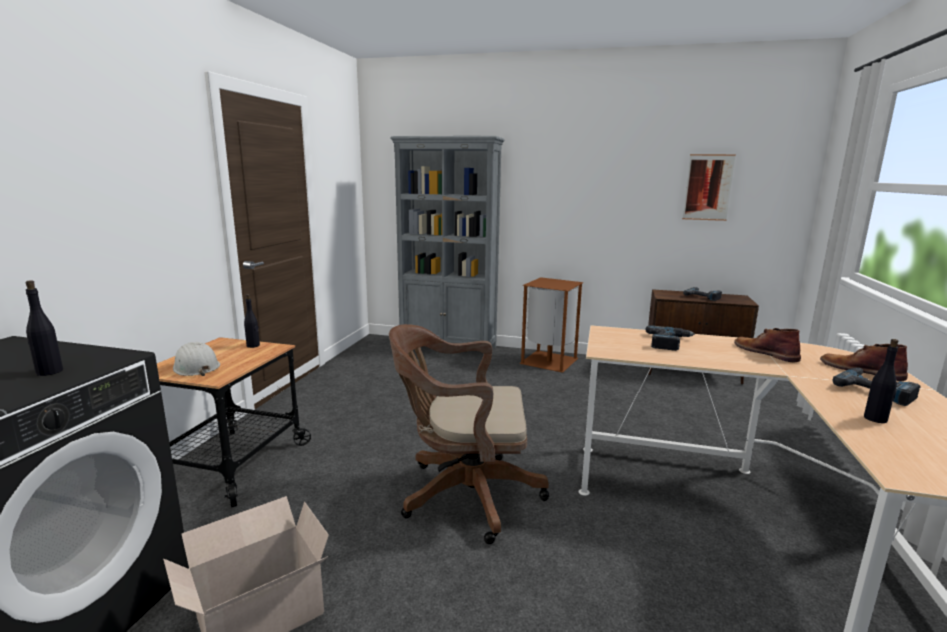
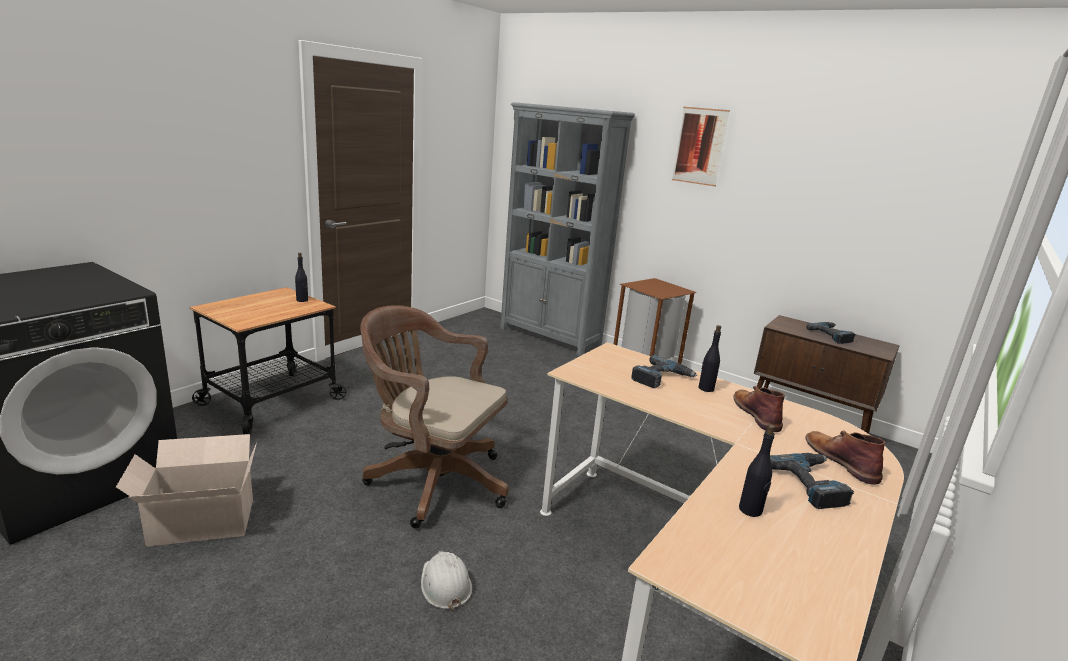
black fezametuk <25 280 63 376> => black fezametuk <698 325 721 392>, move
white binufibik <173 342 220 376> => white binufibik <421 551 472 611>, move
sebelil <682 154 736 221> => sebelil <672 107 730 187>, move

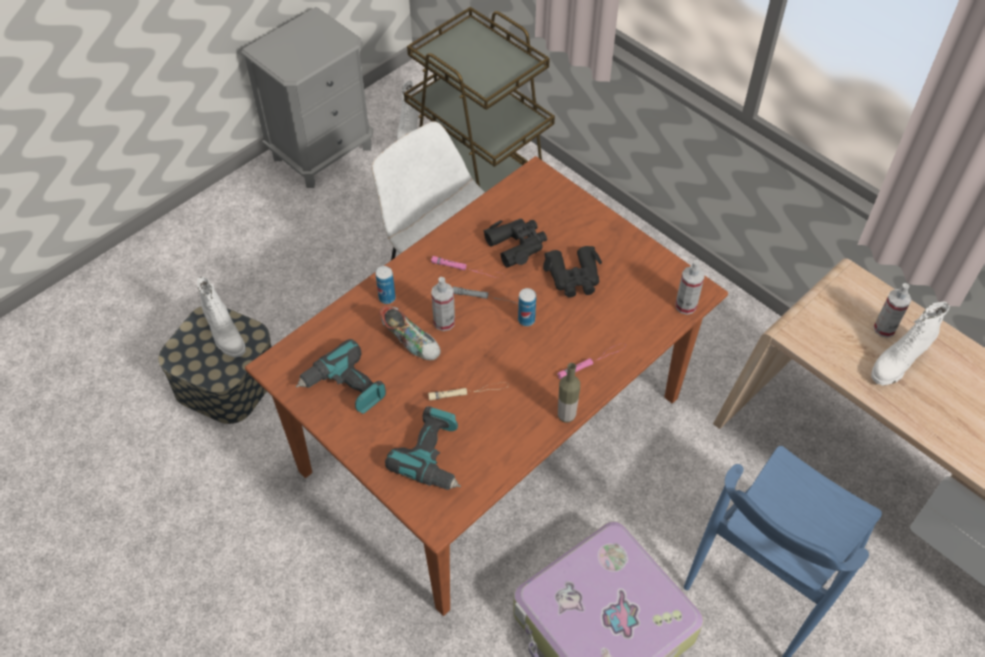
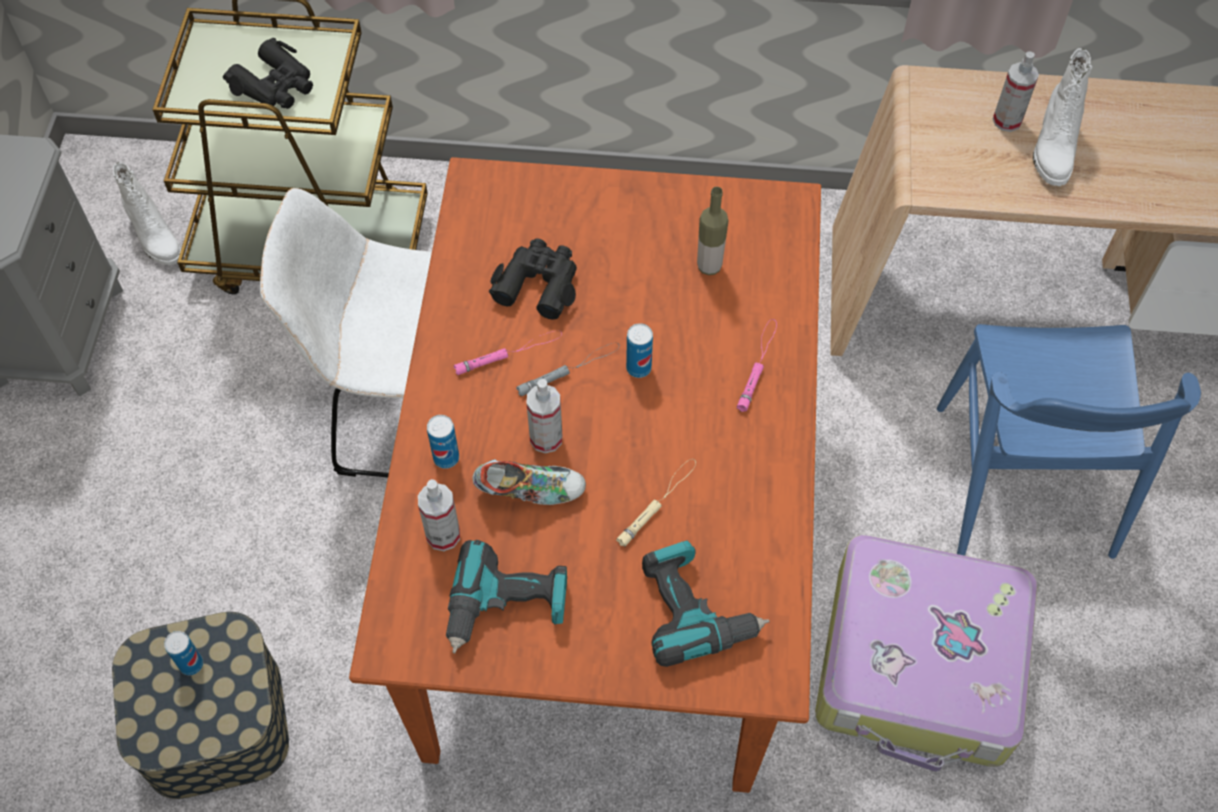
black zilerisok <543 246 602 297> => black zilerisok <223 38 313 109>, move
fezametuk <558 363 580 423> => fezametuk <697 187 728 275>, move
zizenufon <675 260 704 315> => zizenufon <418 479 460 551>, move
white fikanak <197 277 246 358> => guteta <164 631 203 675>

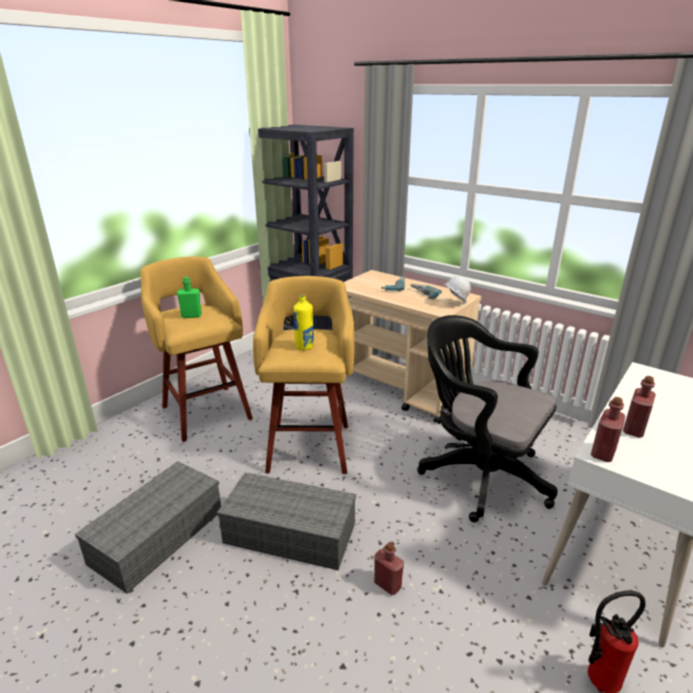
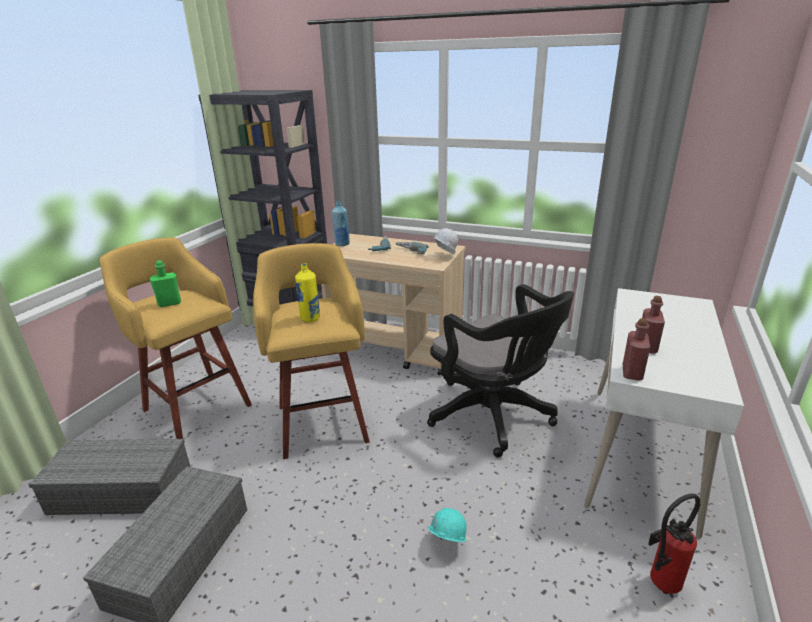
nothing => blue fezametuk <332 201 350 246>
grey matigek <217 473 356 570> => grey matigek <29 439 191 515>, move
red fezametuk <374 542 404 595> => turquoise binufibik <428 508 467 542>
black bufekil <417 315 558 522> => black bufekil <427 284 574 458>, 150 degrees counterclockwise

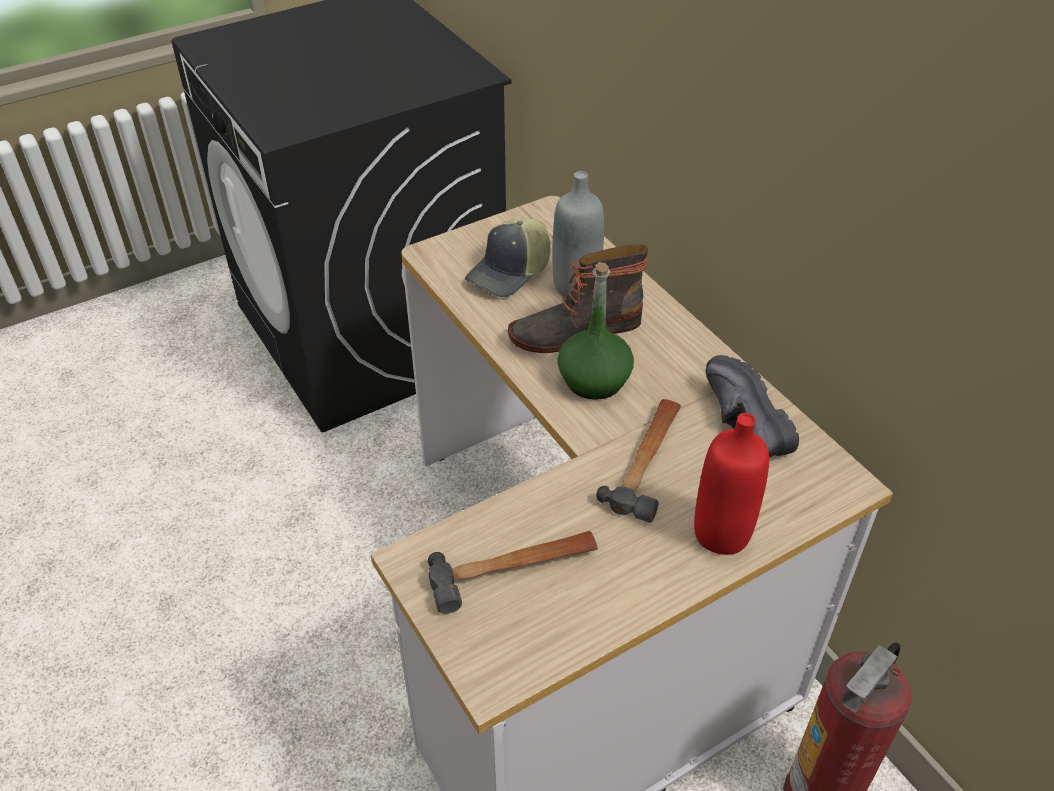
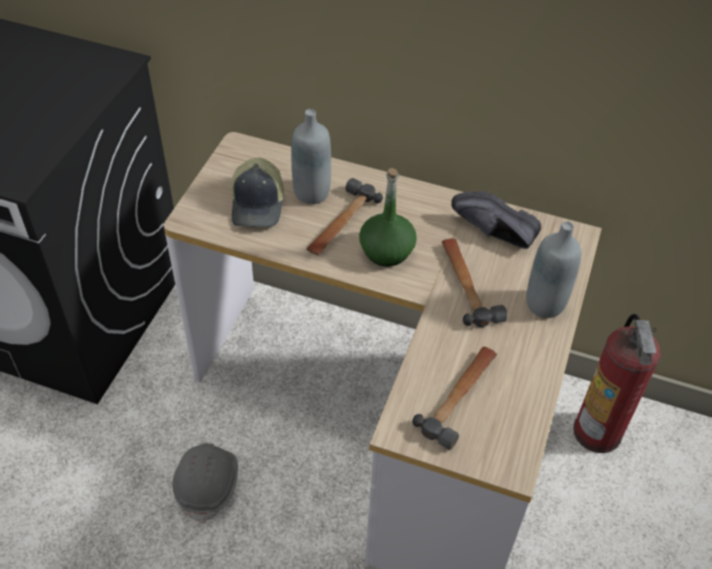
nothing => grey binufibik <172 443 238 523>
fikanak <508 244 649 353> => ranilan <307 178 383 255>
red fezametuk <694 413 769 555> => grey fezametuk <526 222 582 318>

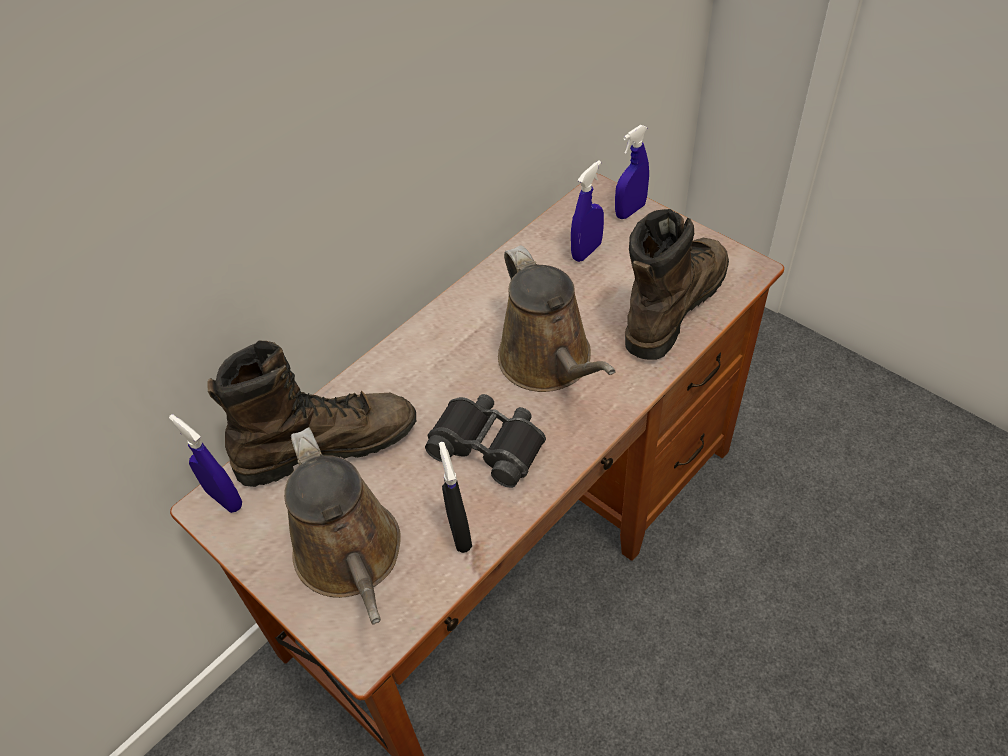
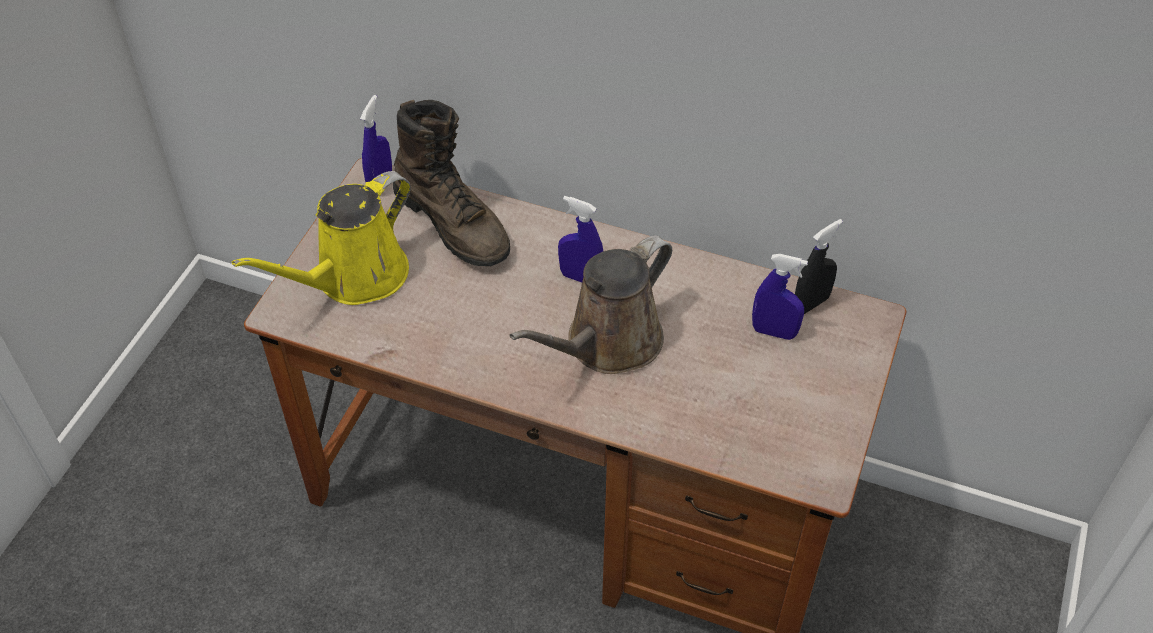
black zilerisok <425 394 546 488> => nothing
brown fikanak <625 209 729 360> => nothing
black zizenufon <439 442 472 553> => black zizenufon <795 219 843 314>, move
blue zizenufon <615 125 649 219> => blue zizenufon <558 196 603 283>, move
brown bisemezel <284 427 401 624> => yellow bisemezel <232 171 411 305>

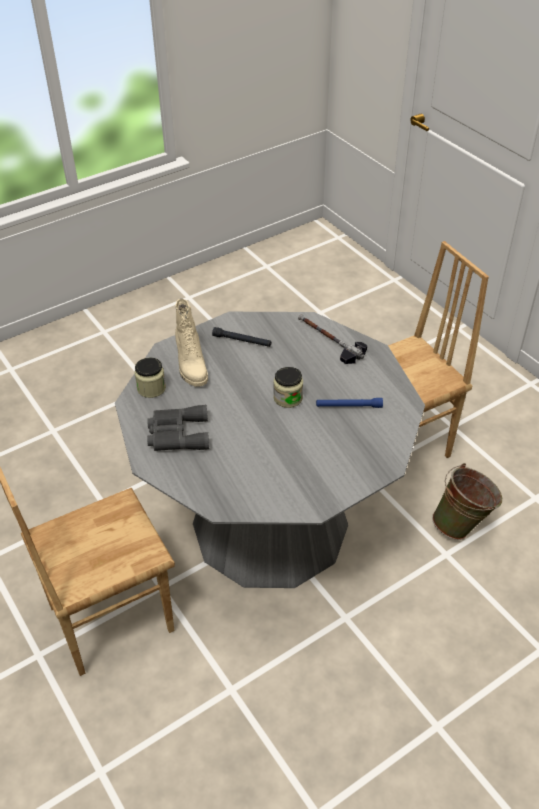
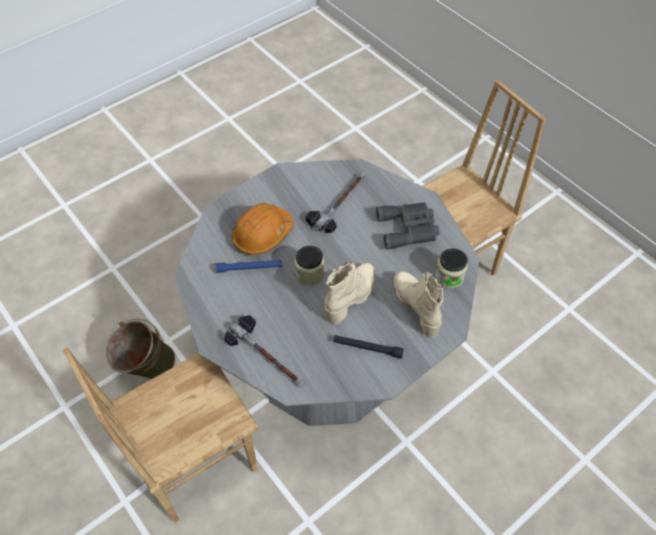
nothing => orange binufibik <231 203 294 255>
nothing => ranilan <305 172 365 233>
nothing => beige fikanak <325 261 376 325>

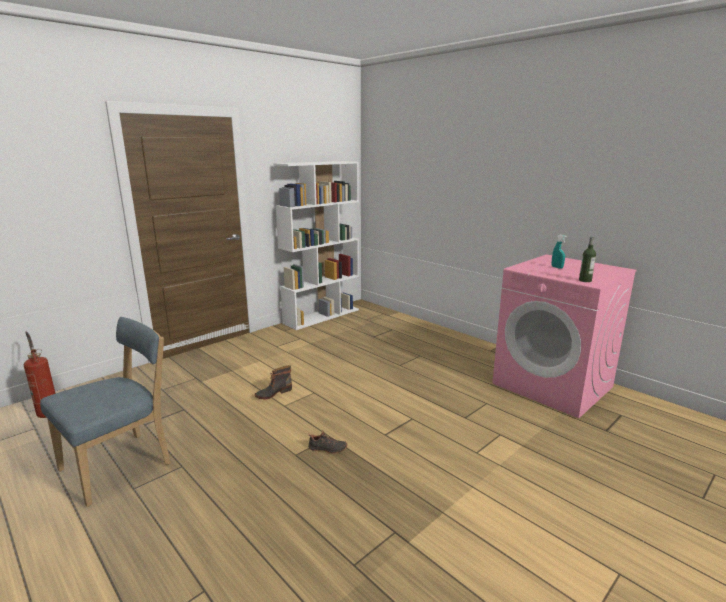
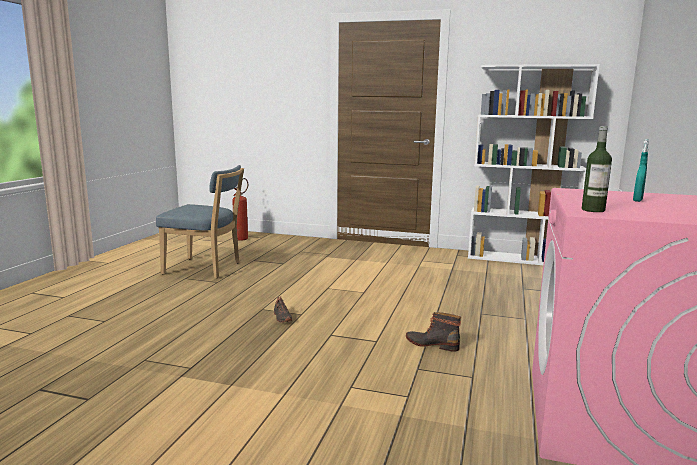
fikanak <255 365 292 399> => fikanak <406 312 461 352>, move

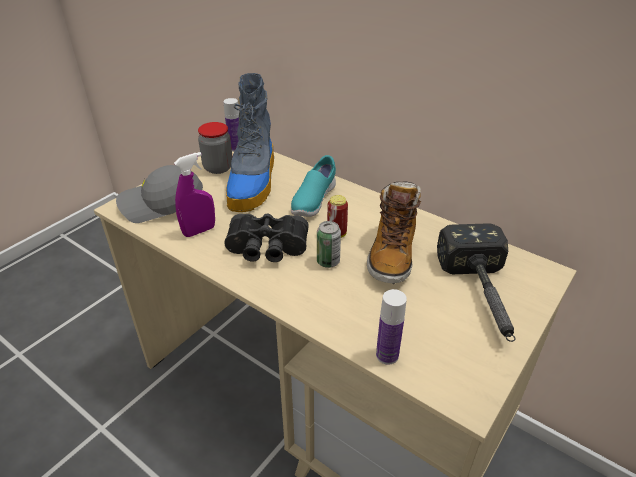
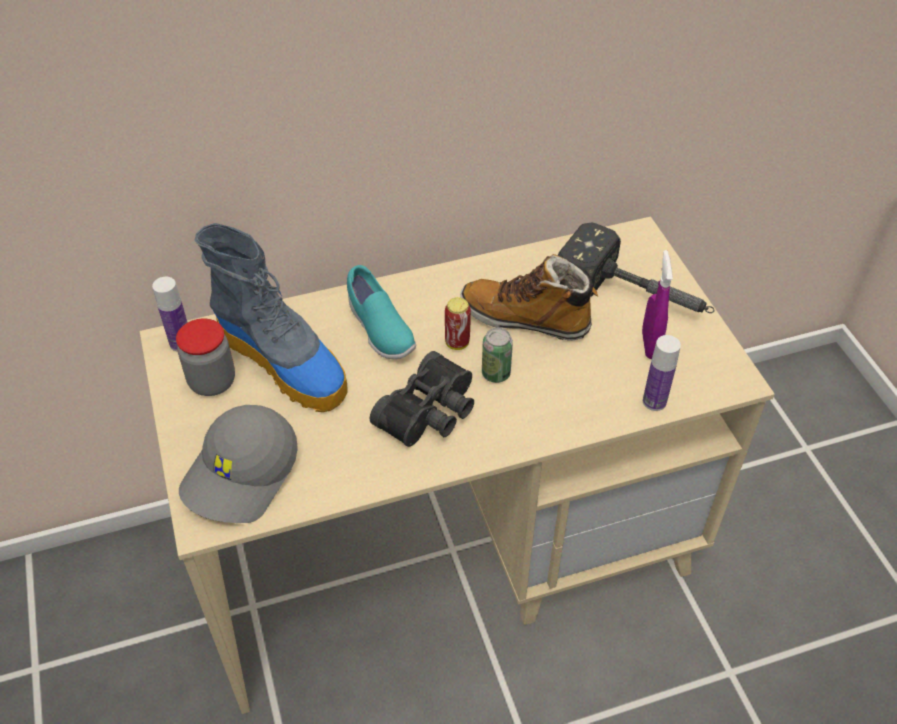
purple zizenufon <174 152 215 237> => purple zizenufon <642 250 673 359>, move
fikanak <367 181 421 284> => fikanak <460 254 598 340>, 150 degrees clockwise

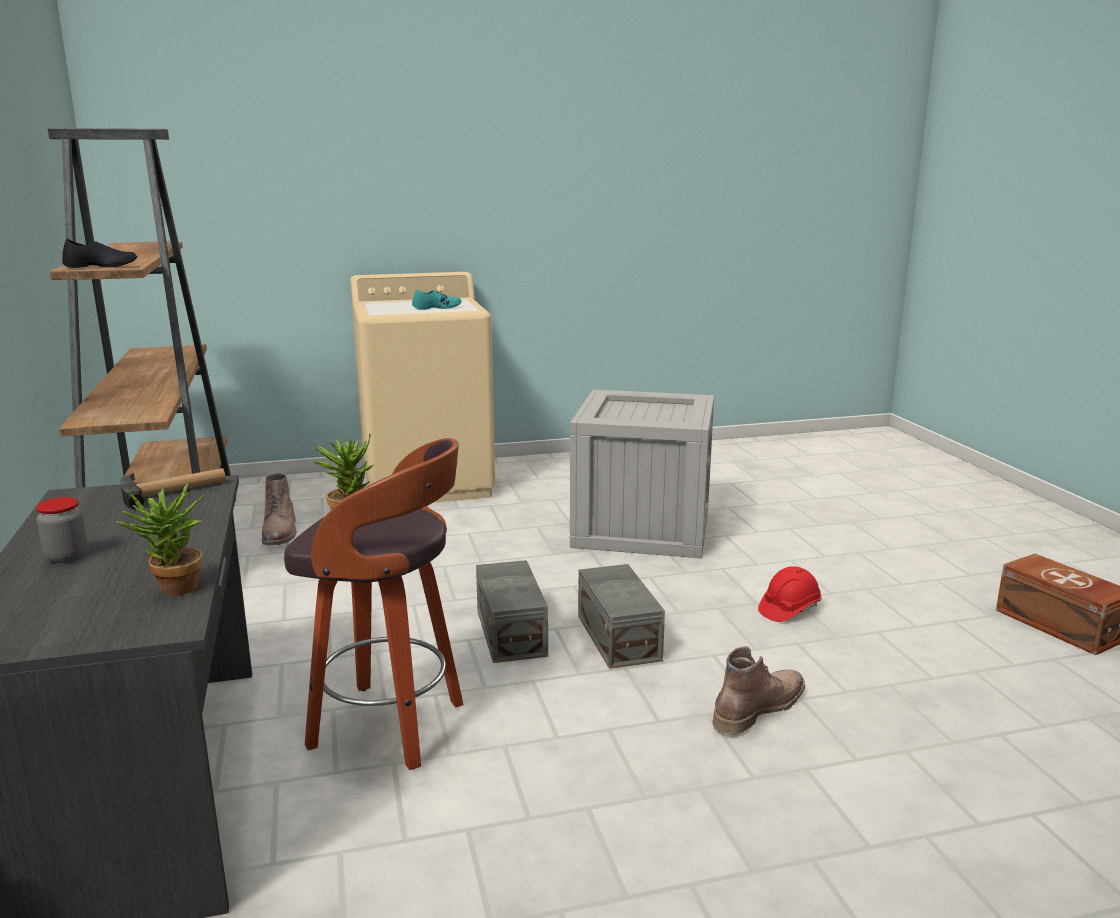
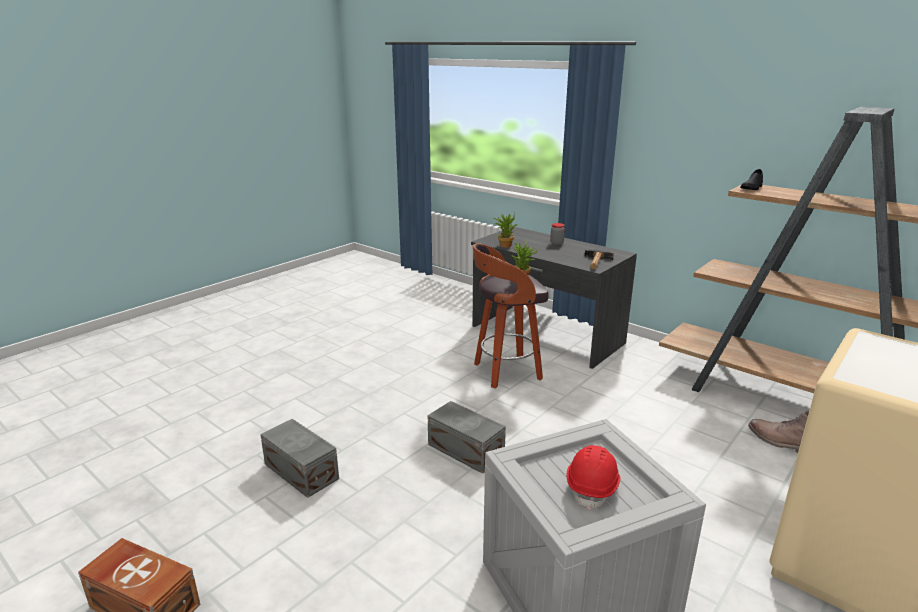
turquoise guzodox <412 289 462 310> => nothing
brown fikanak <712 646 805 735> => nothing
grey matigek <476 560 548 663> => grey matigek <260 419 339 498>, move
red binufibik <758 566 822 622> => red binufibik <567 445 621 510>, move

